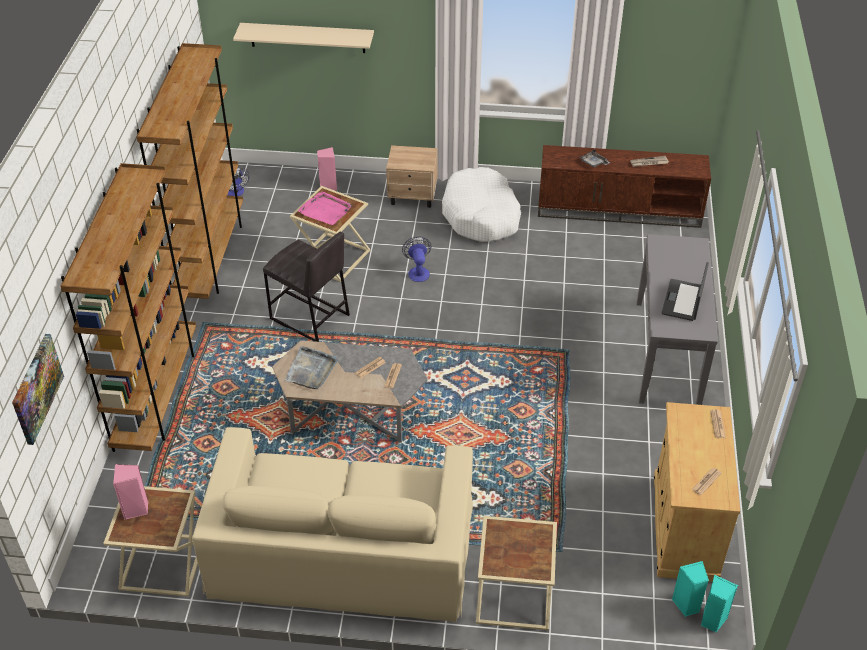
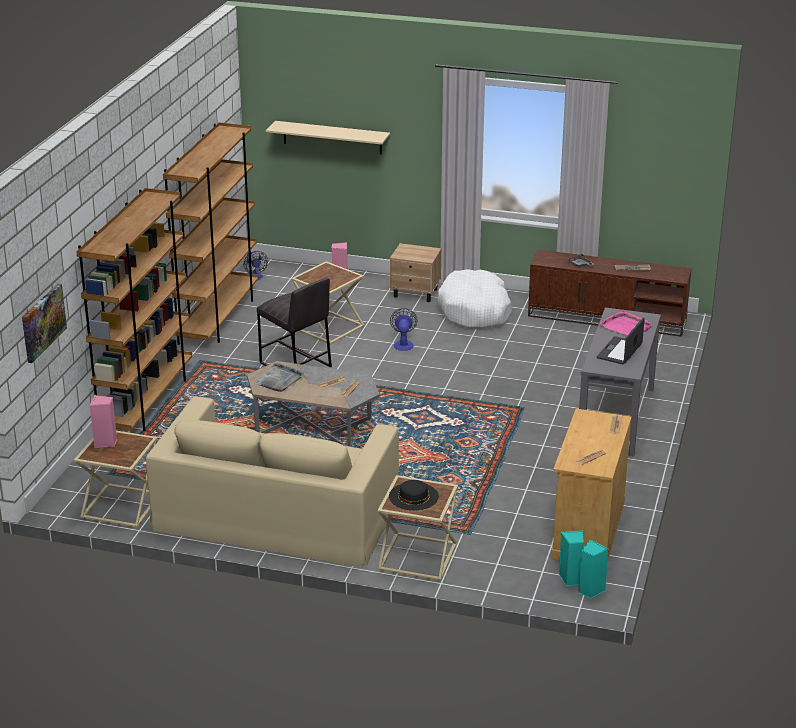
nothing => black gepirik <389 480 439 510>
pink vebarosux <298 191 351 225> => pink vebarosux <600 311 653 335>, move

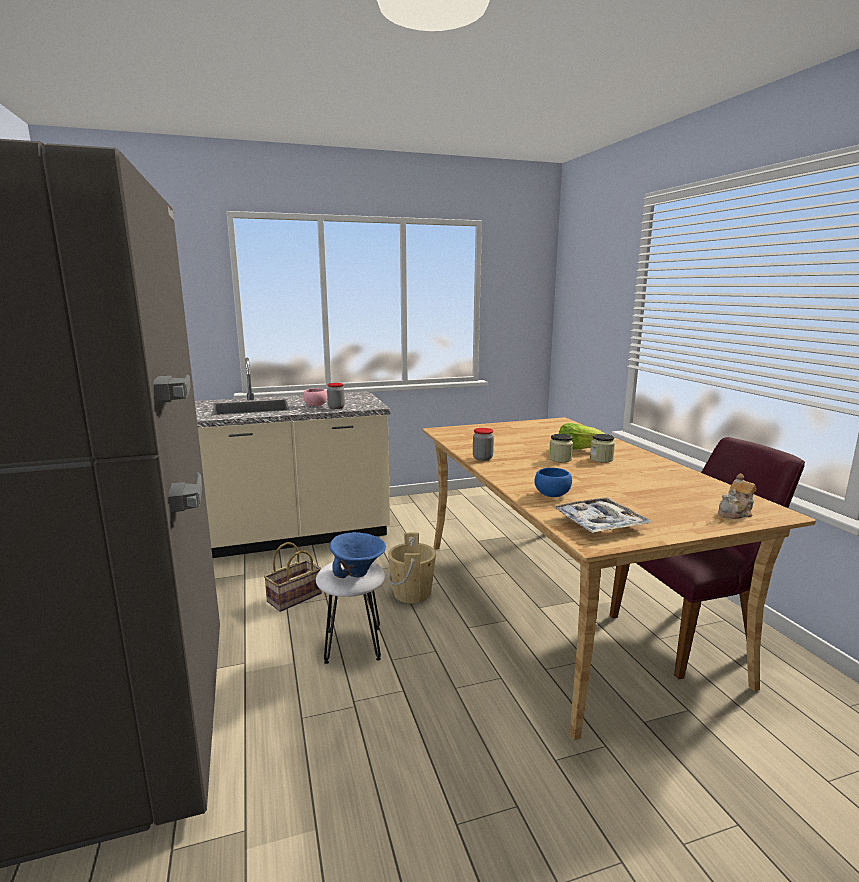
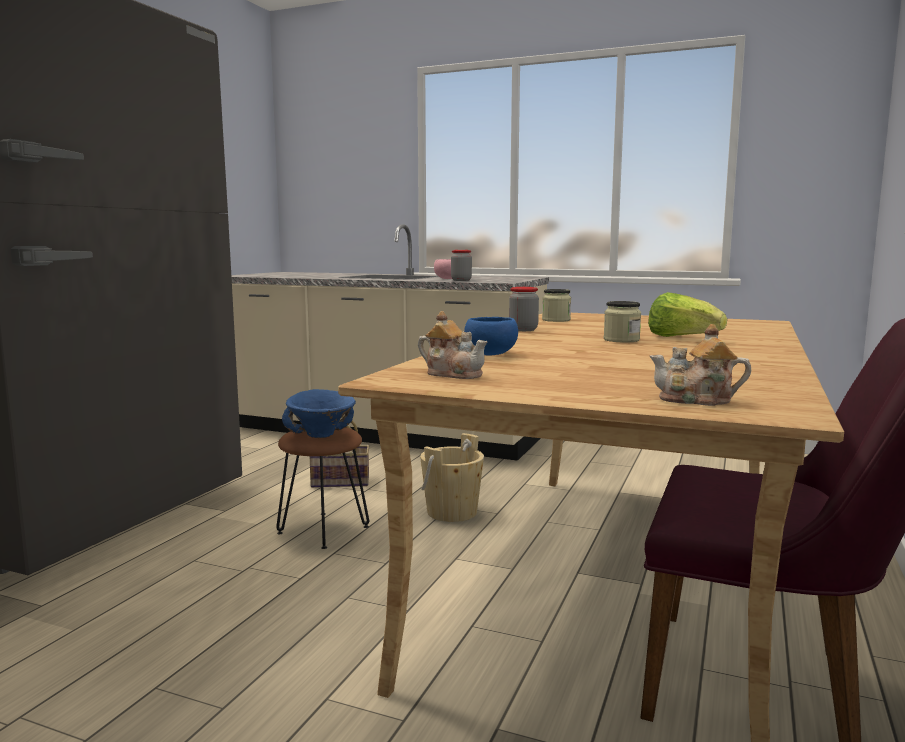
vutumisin <590 434 615 463> => vutumisin <542 289 571 322>, move
vebarosux <553 497 651 533> => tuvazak <418 311 487 379>
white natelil <316 562 385 664> => brown natelil <276 427 369 549>

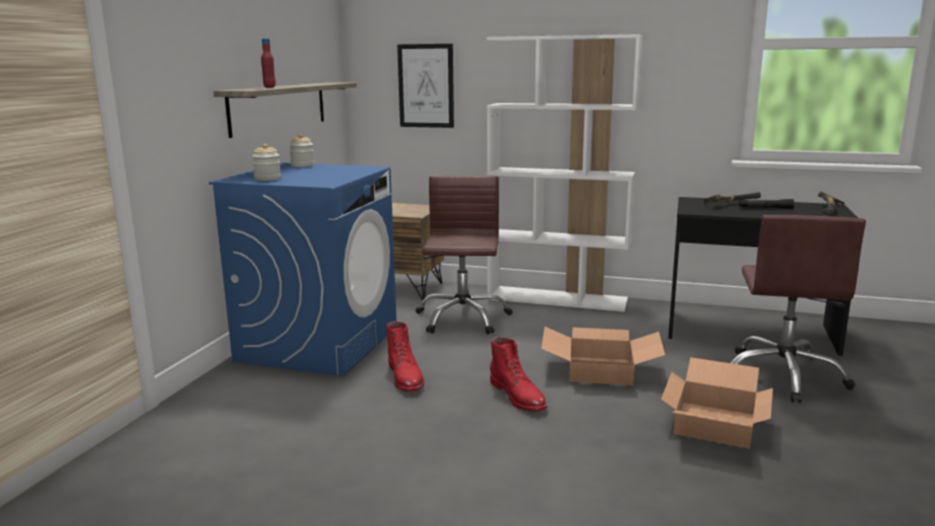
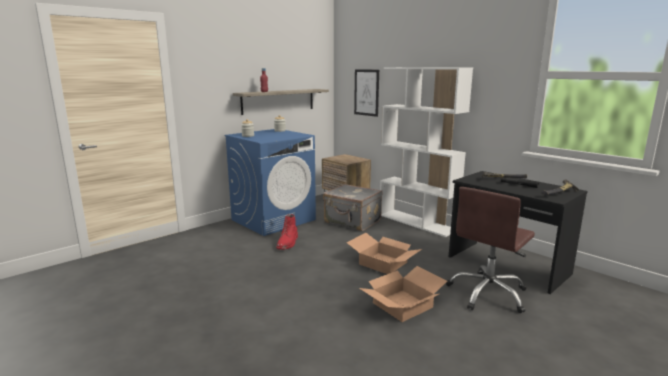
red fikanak <490 337 547 412> => nothing
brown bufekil <416 175 513 334> => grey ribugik <323 184 382 231>

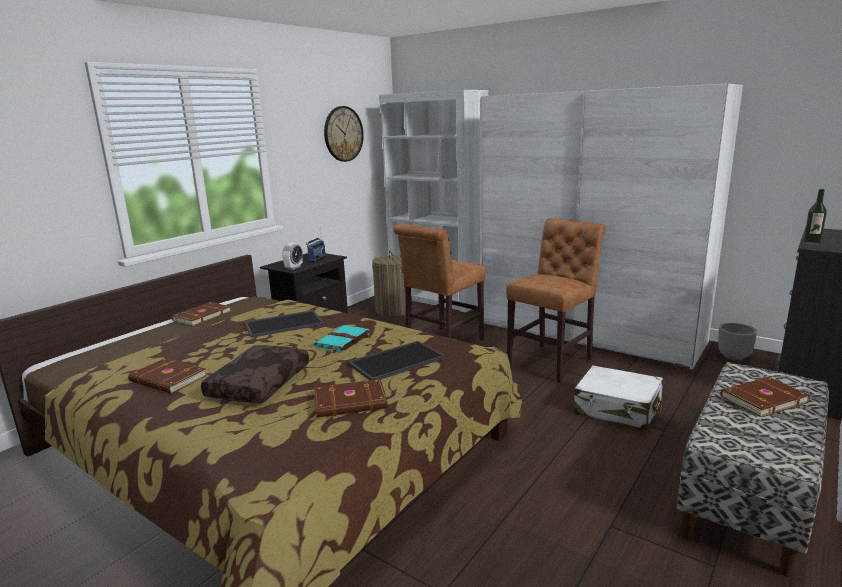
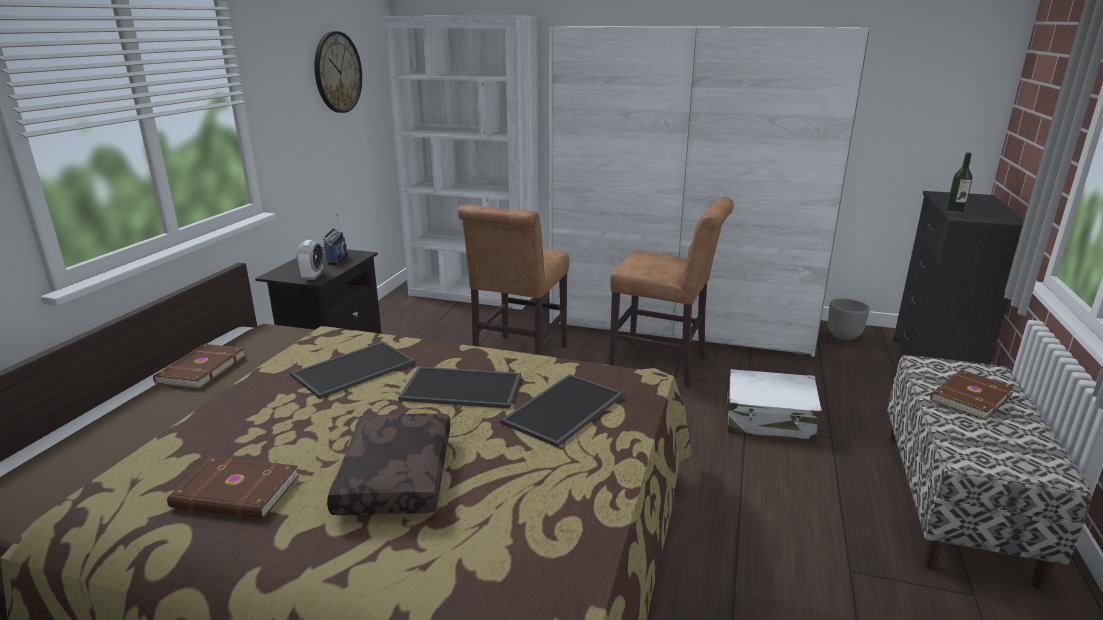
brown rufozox <314 379 388 418> => nothing
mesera <372 251 406 317> => nothing
turquoise rufozox <314 325 370 354> => vebarosux <398 367 521 409>
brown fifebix <506 218 606 382> => brown fifebix <609 197 734 387>, 90 degrees clockwise

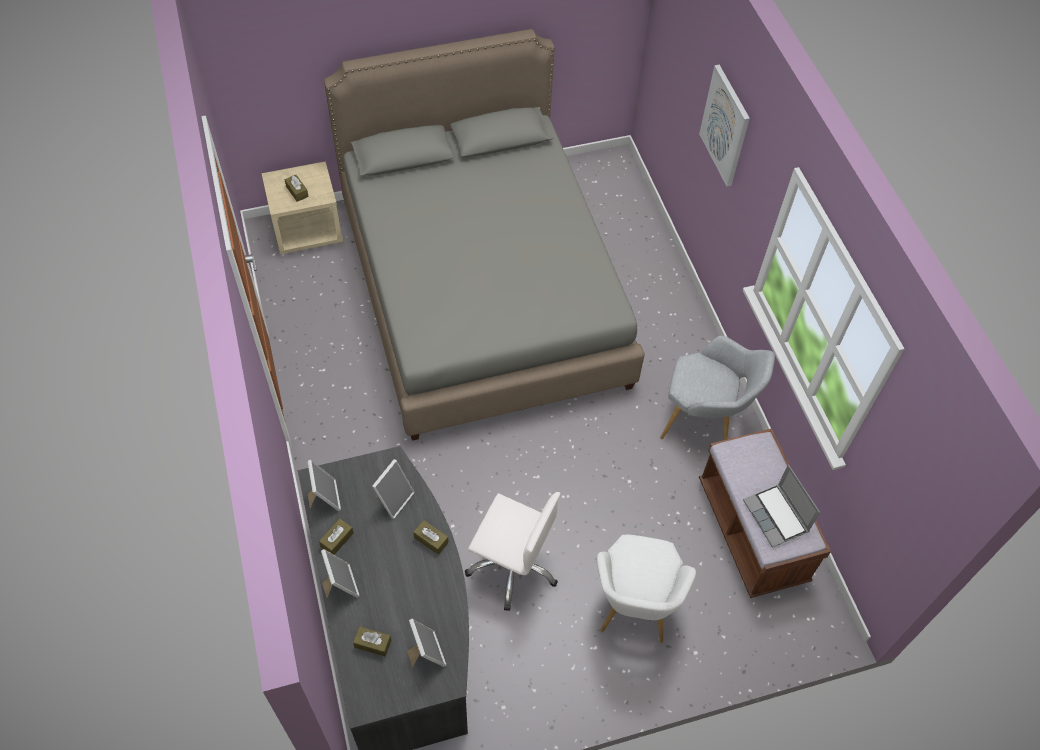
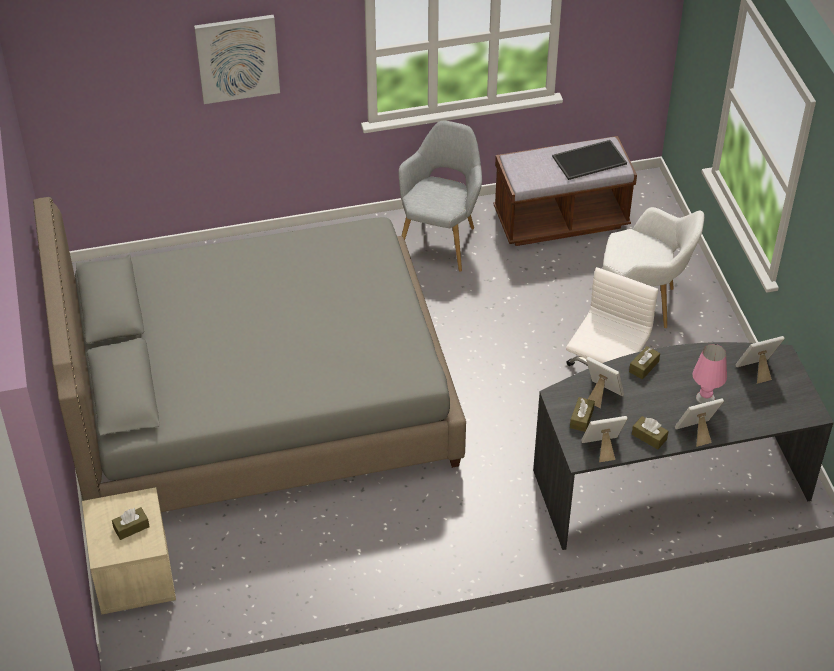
nothing => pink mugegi <692 344 727 404>
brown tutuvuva <353 626 391 656> => brown tutuvuva <570 397 595 432>, move
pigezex <743 465 820 548> => vebarosux <552 140 627 180>

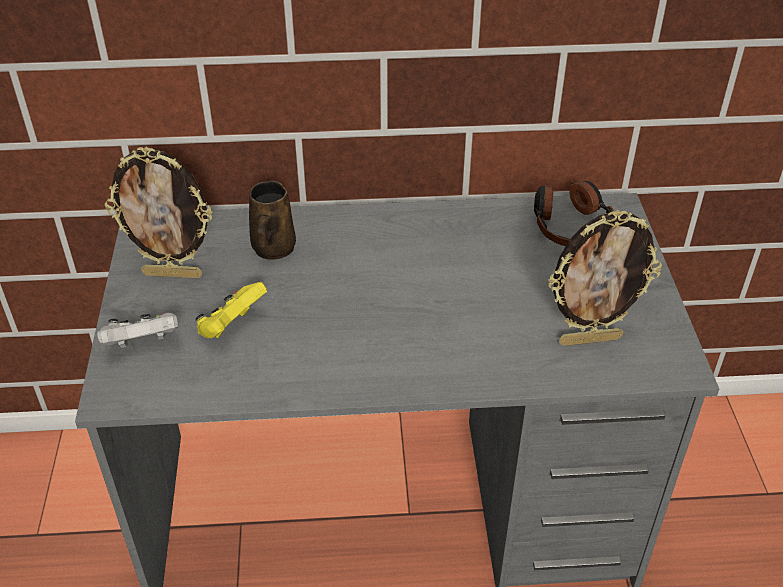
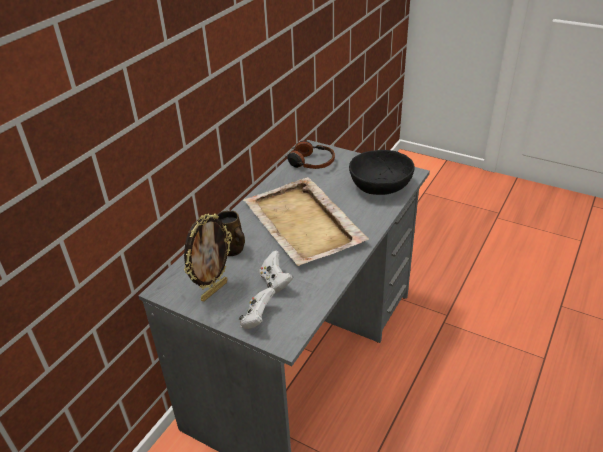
nothing => beige vebarosux <243 177 369 266>
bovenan <548 210 662 346> => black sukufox <349 150 415 195>
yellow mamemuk <195 282 267 338> => white mamemuk <259 251 293 294>

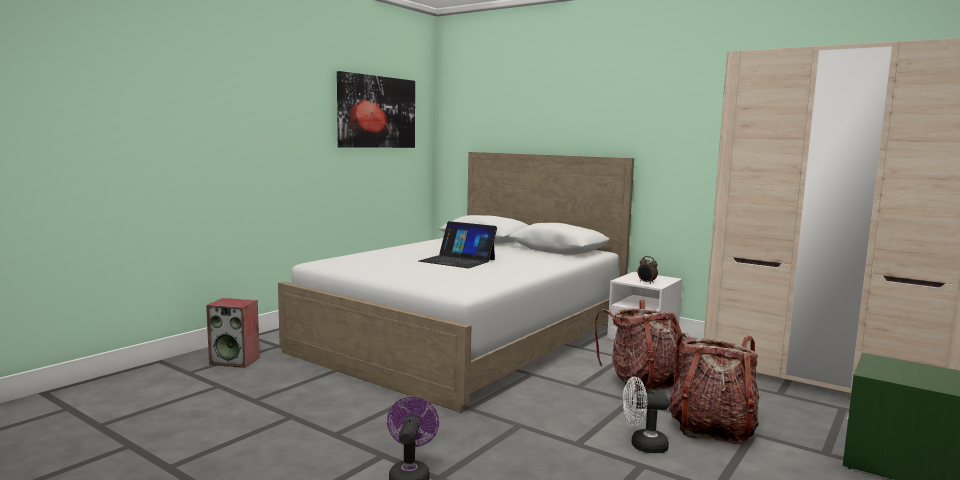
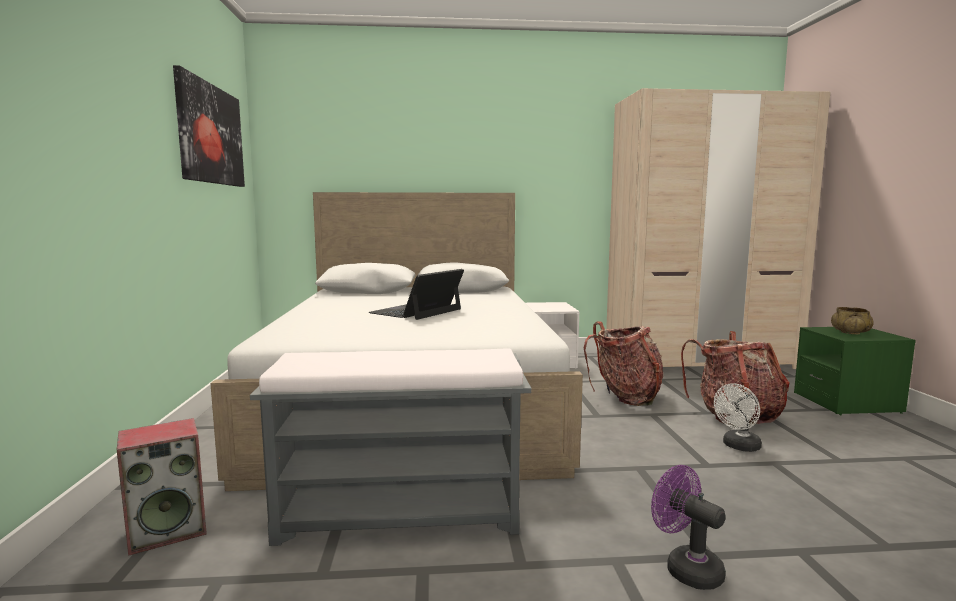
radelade <638 256 658 284> => nothing
nothing => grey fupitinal <250 348 531 546>
nothing => beige sukufox <831 307 874 334>
pigezex <419 221 497 268> => pigezex <368 269 464 320>, 135 degrees clockwise

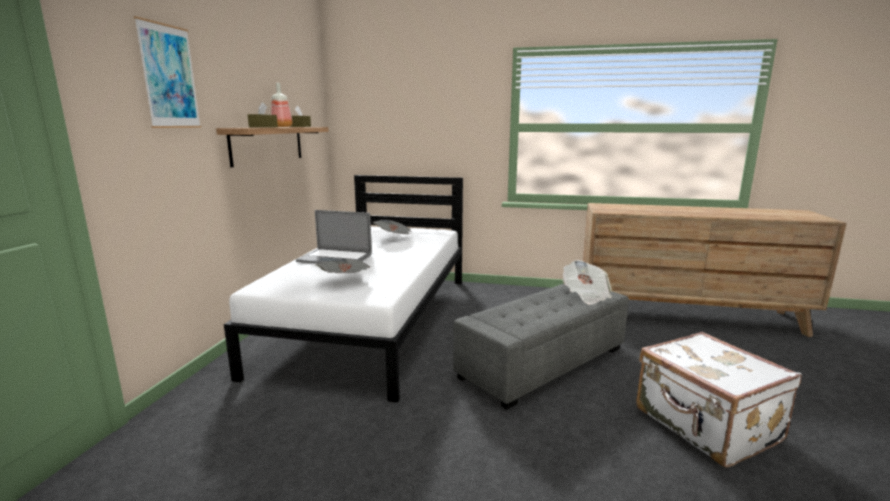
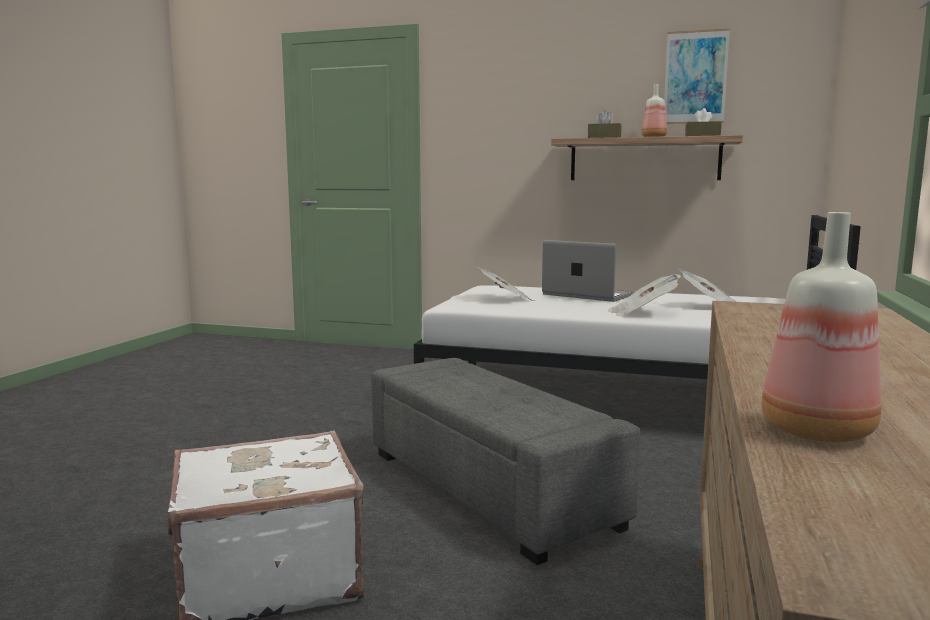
nothing => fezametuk <762 212 881 442>
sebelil <134 16 201 128> => sebelil <664 28 730 124>, move
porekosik <563 260 612 305> => porekosik <608 274 681 314>, move
pigezex <296 210 372 264> => pigezex <542 240 634 302>, 105 degrees clockwise

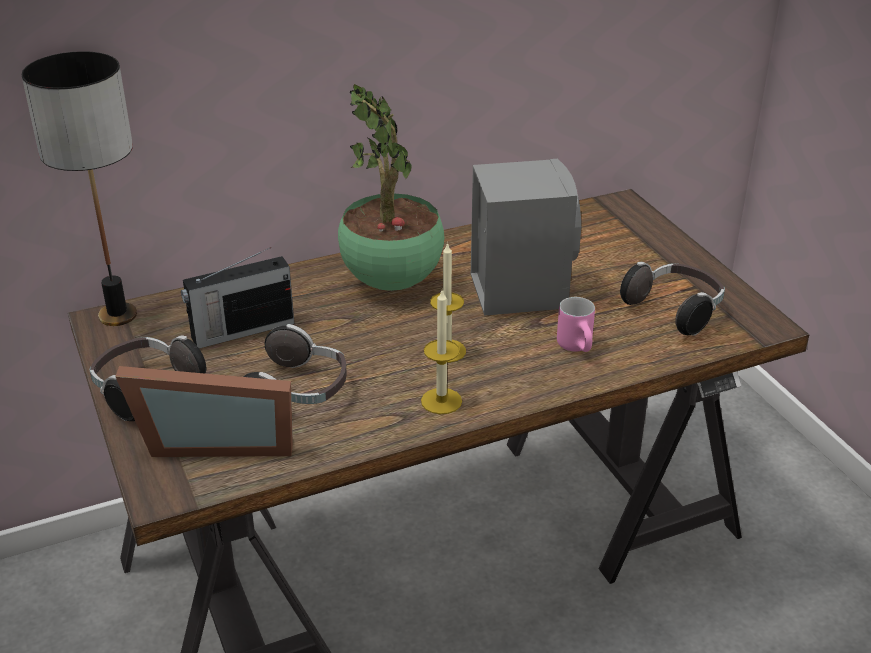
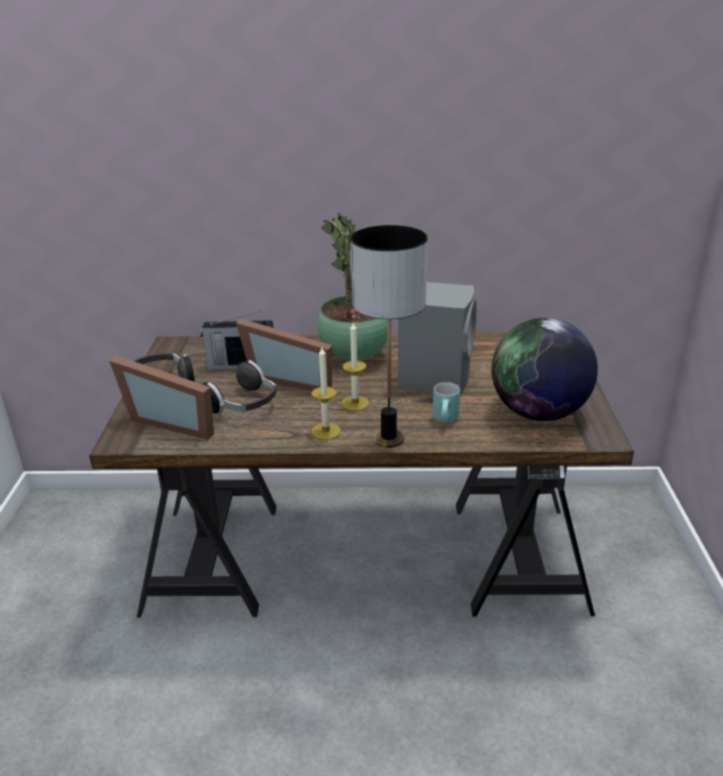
nothing => bovenan <236 319 332 391>
mugegi <22 51 137 326> => mugegi <351 225 428 448>, move
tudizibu <620 262 725 336> => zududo <492 318 598 421>
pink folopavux <557 297 595 352> => turquoise folopavux <433 382 460 423>

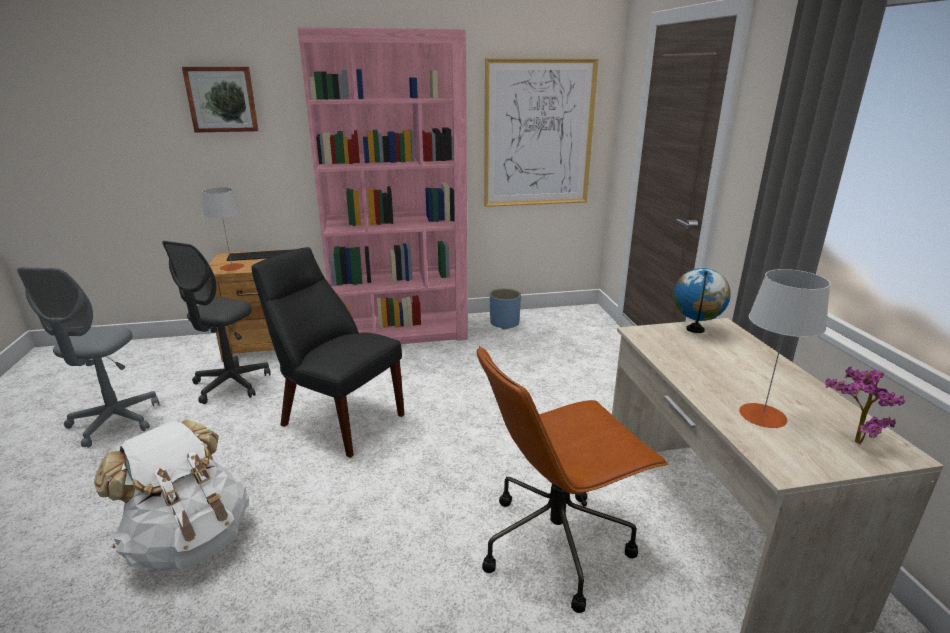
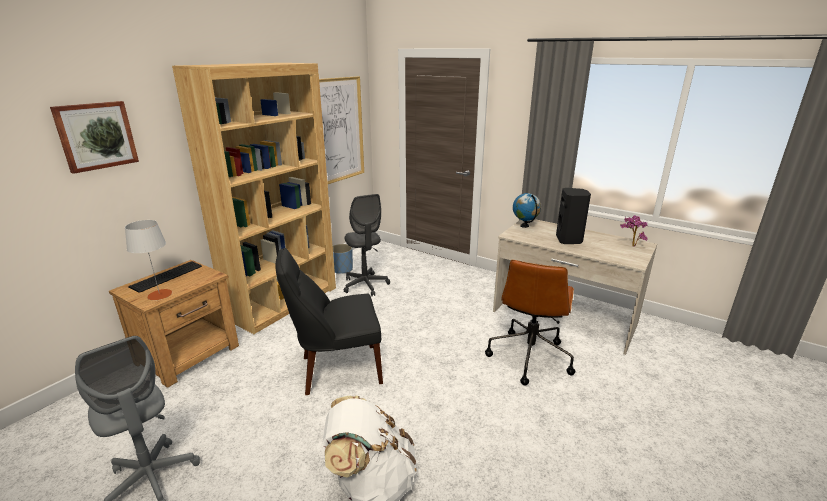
grey mugegi <739 269 830 428> => nothing
nothing => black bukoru <556 188 591 244>
grey bufekil <162 241 271 404> => grey bufekil <344 194 390 296>, move
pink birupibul <297 27 468 344> => brown birupibul <172 63 336 334>

